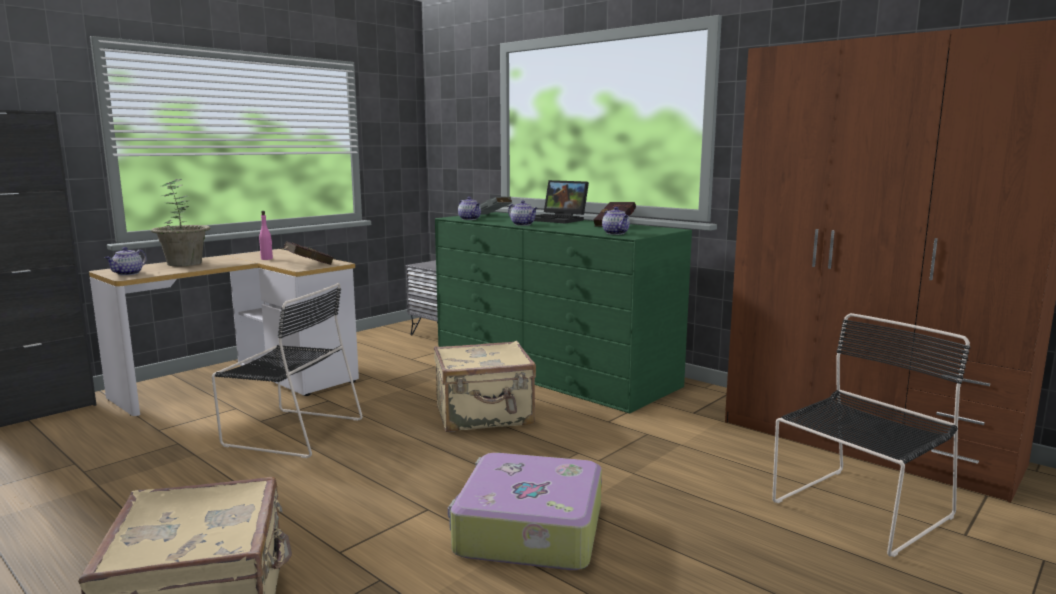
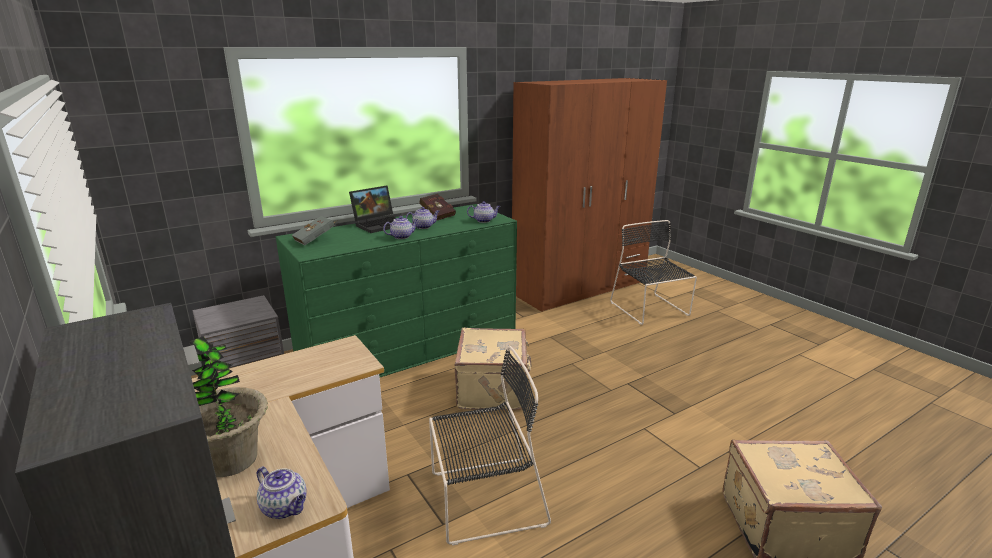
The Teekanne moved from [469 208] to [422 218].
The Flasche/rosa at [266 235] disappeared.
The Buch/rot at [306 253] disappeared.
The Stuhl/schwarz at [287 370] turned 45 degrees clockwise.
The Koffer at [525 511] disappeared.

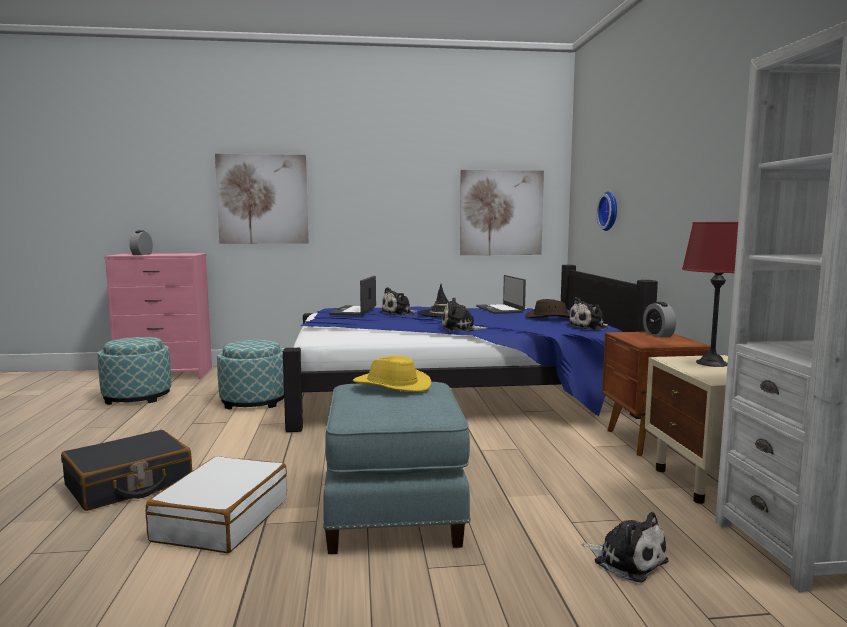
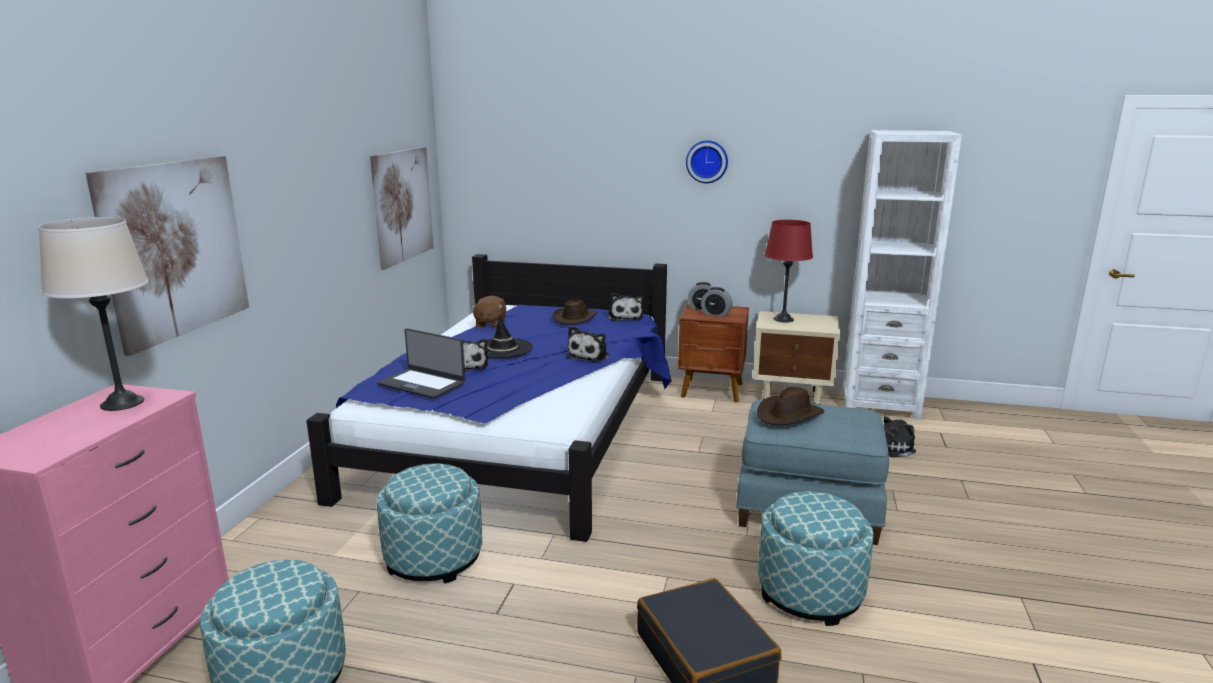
The Wanduhr moved from [606 211] to [707 161].
The Wecker moved from [141 242] to [716 302].
The Laptop at [501 294] was replaced by the Plüschtier/braun at [488 312].
The Hut/gelb at [392 374] became the Hut/braun at [790 406].
The Koffer/weiß at [216 504] was replaced by the Polsterhocker at [816 558].
The Tischlampe/beige at [93 314] appeared.

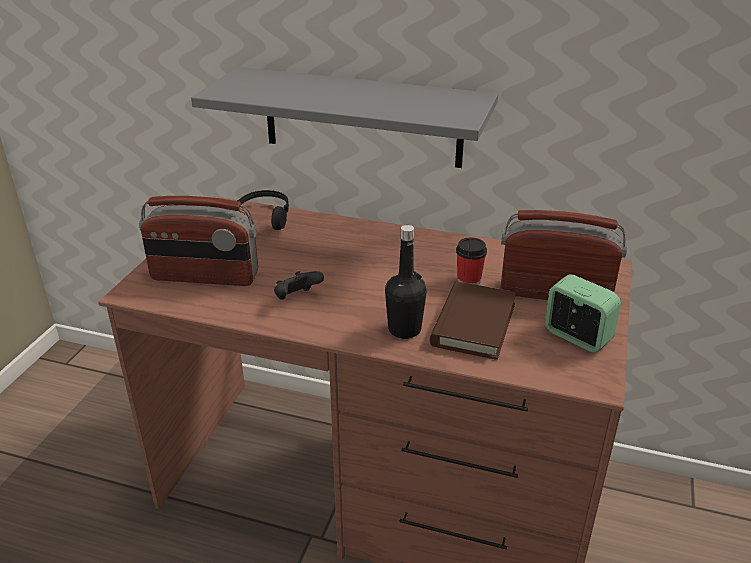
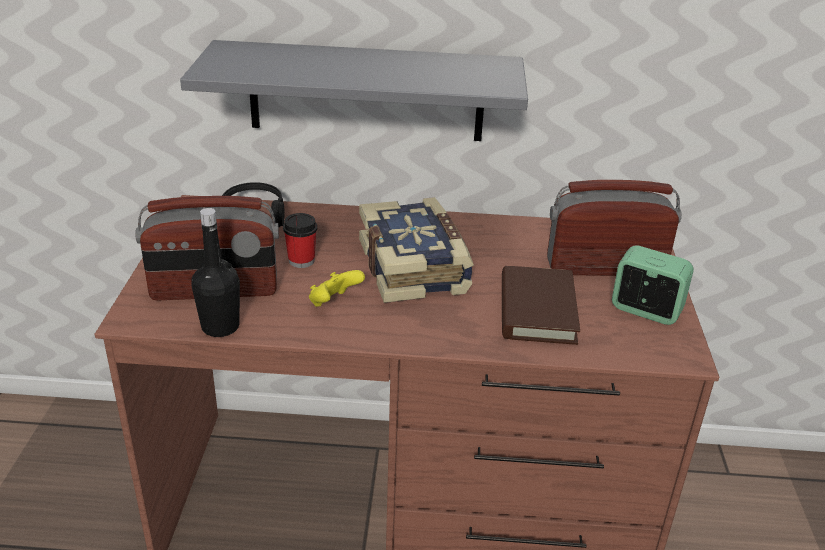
The Flasche/schwarz moved from [406 282] to [215 272].
The Tasse moved from [471 261] to [300 240].
The Gamepad/schwarz at [299 285] became the Gamepad/gelb at [337 288].
The Buch at [416 250] appeared.

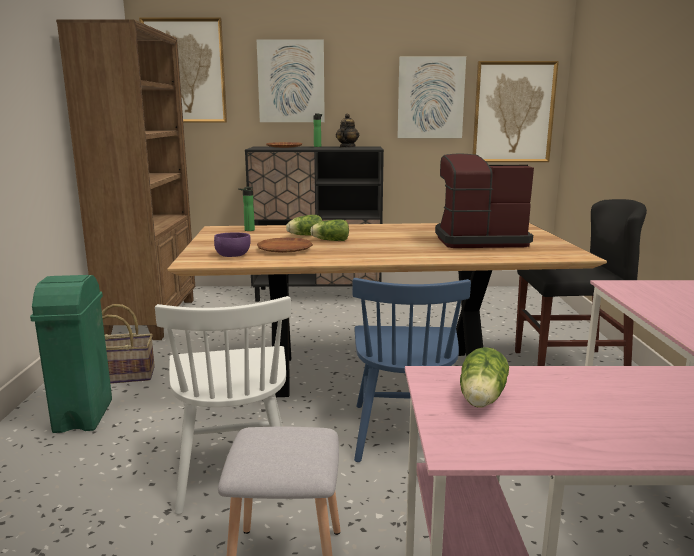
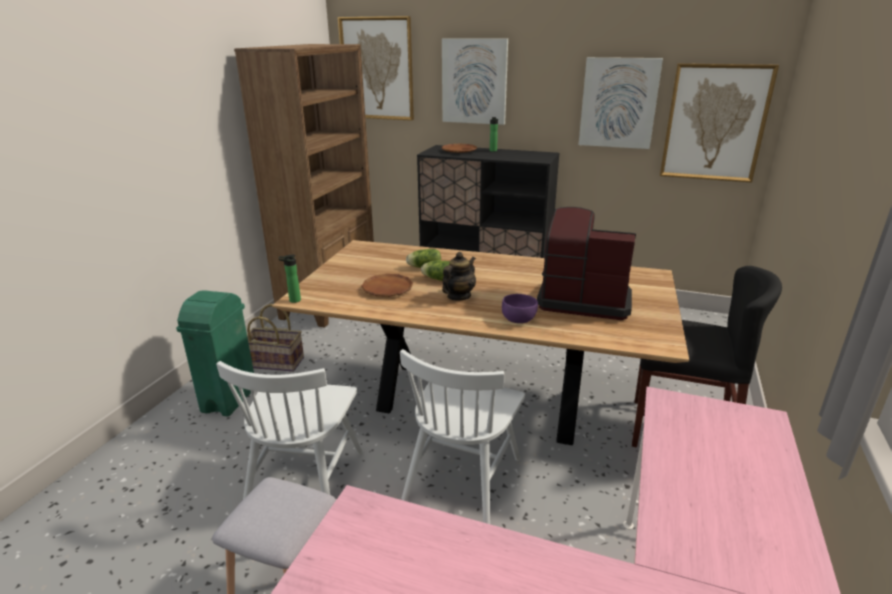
The Teekanne moved from [347 130] to [459 276].
The Flasche moved from [246 209] to [290 278].
The Schüssel/lila moved from [232 245] to [520 308].
The Stuhl/blau at [412 370] became the Stuhl/weiß at [462 436].
The Salatkopf at [484 377] disappeared.

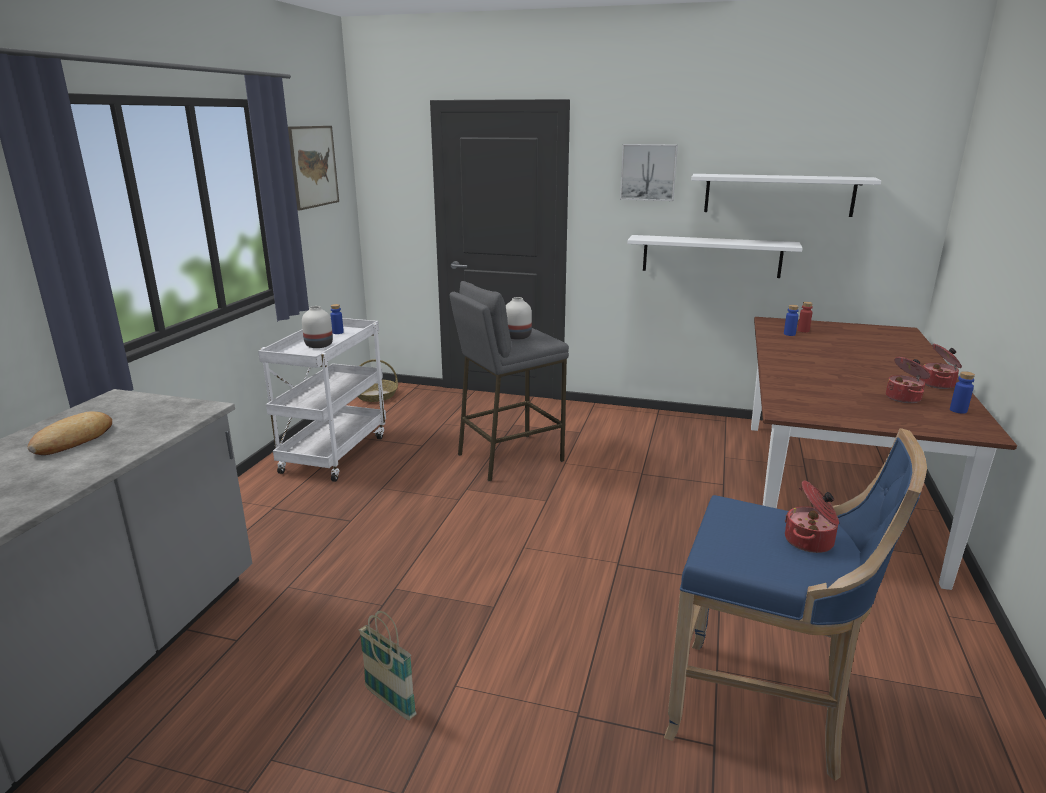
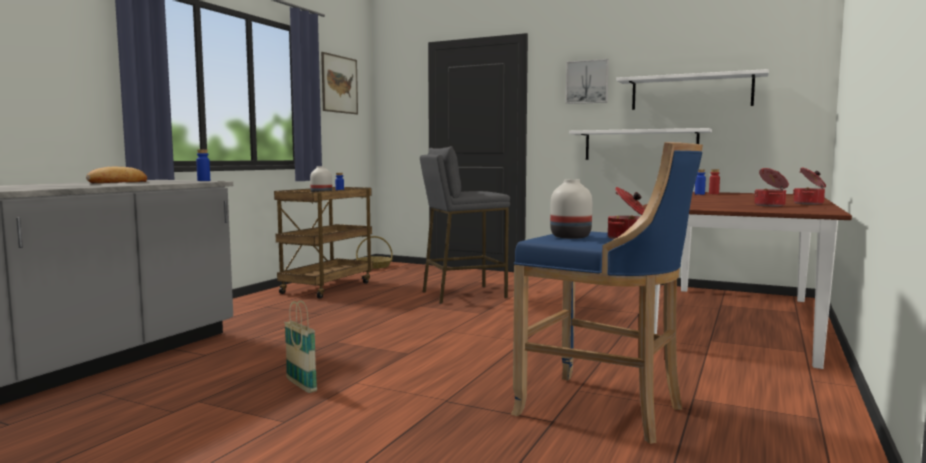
The Vase/weiß moved from [519 318] to [571 209].
The Rollwagen/weiß at [322 399] became the Rollwagen/braun at [323 243].
The Flasche/blau moved from [962 392] to [203 165].

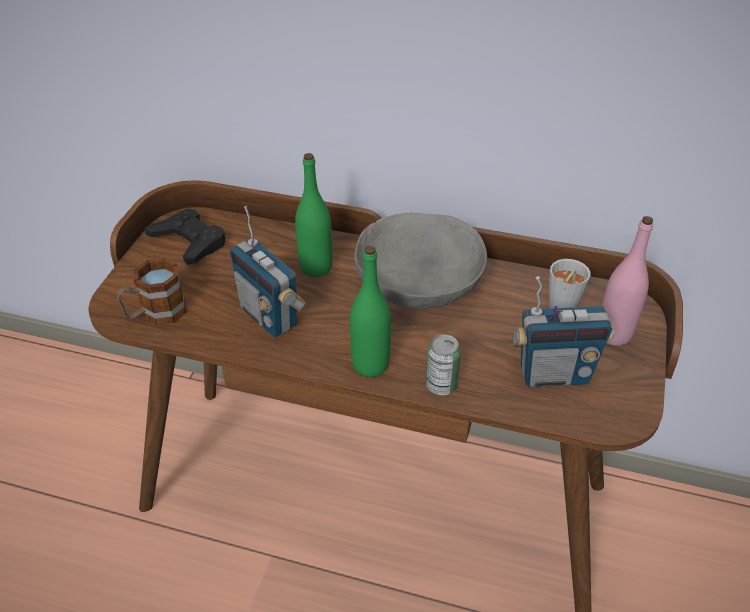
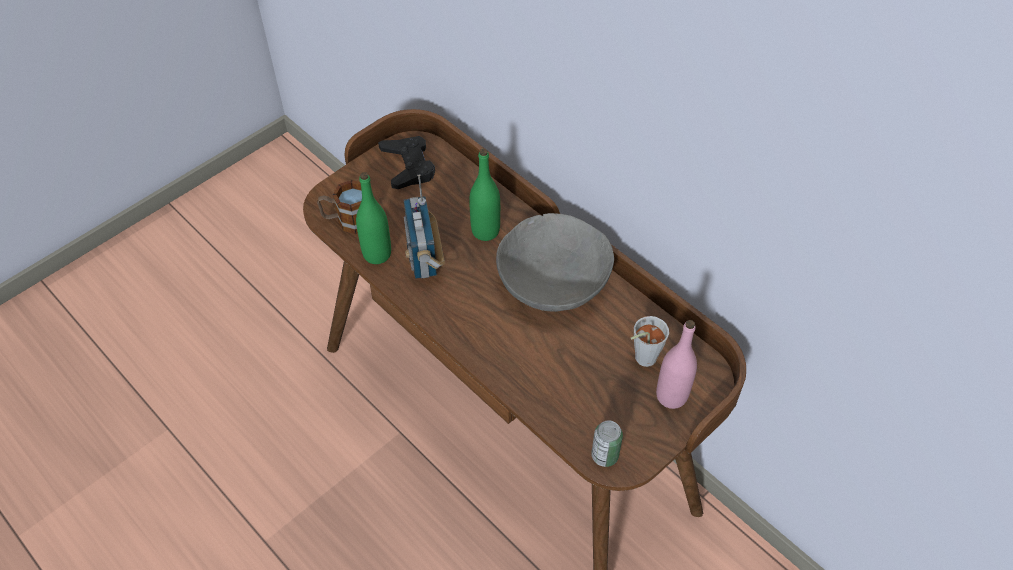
The Flasche/grün moved from [370 311] to [373 218].
The Radio at [563 331] disappeared.
The Dose moved from [443 365] to [607 443].

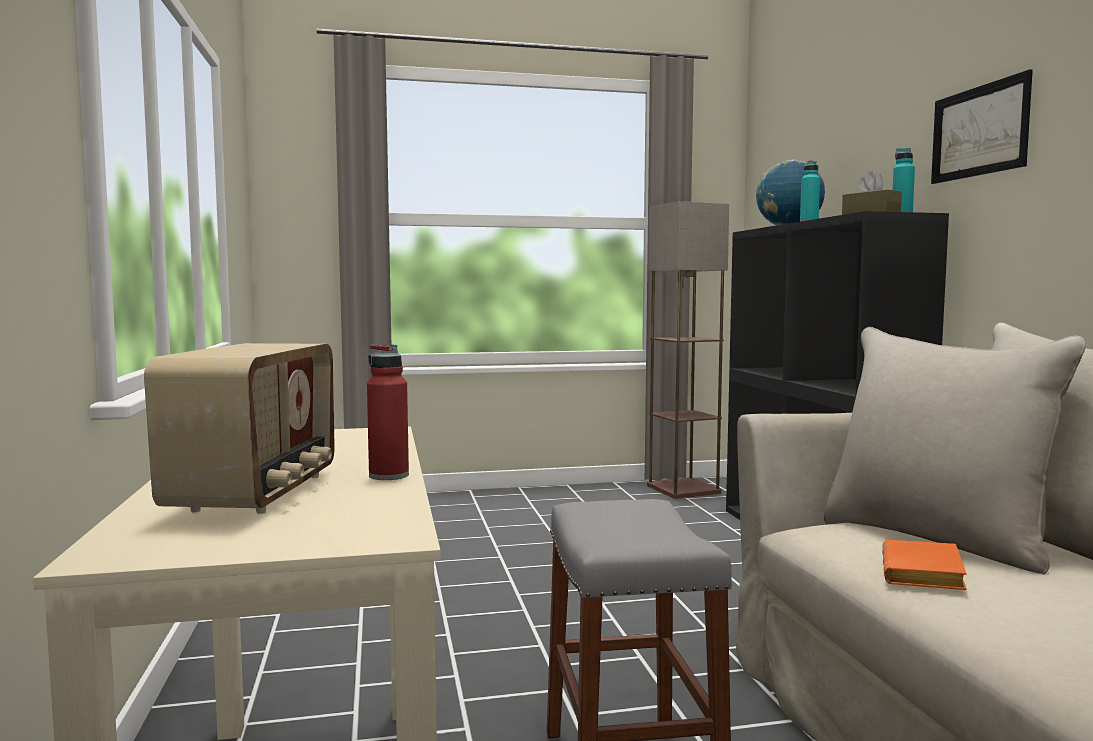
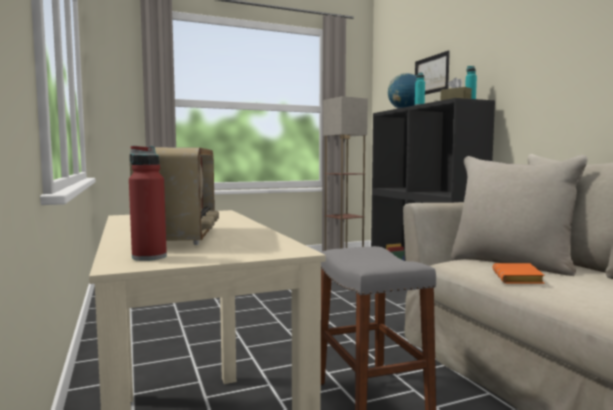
The Bild moved from [982 126] to [432 73].
The Flasche/rot moved from [388 412] to [148 203].

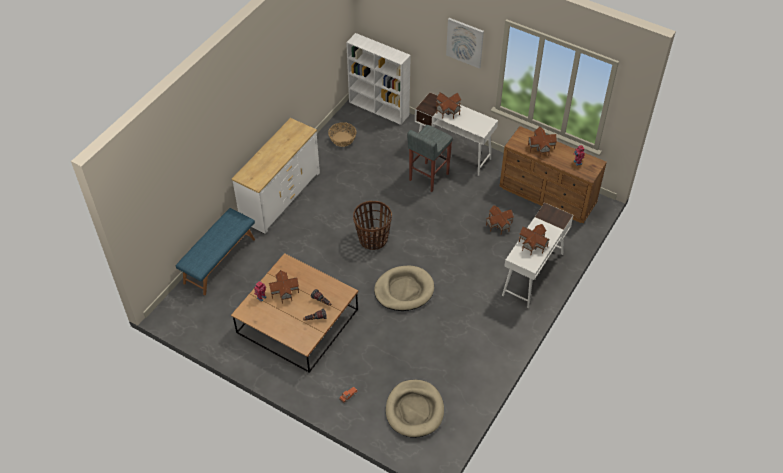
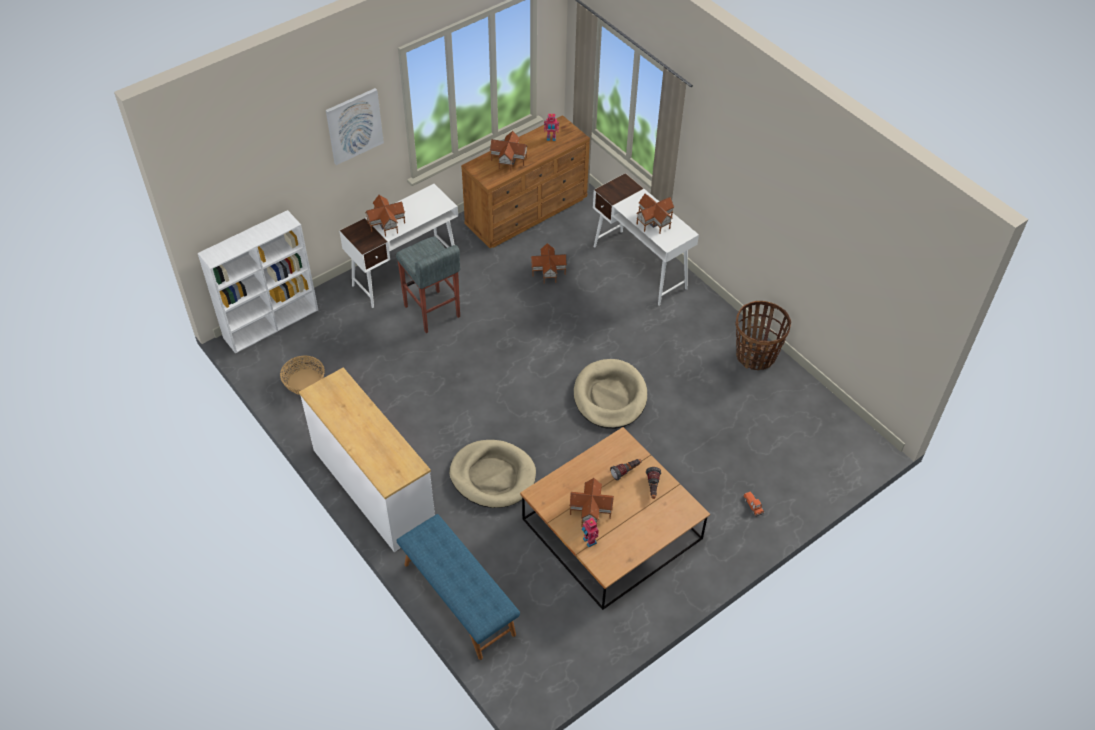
The Korb moved from [372 225] to [763 335].
The Hundebett/beige moved from [415 409] to [492 474].

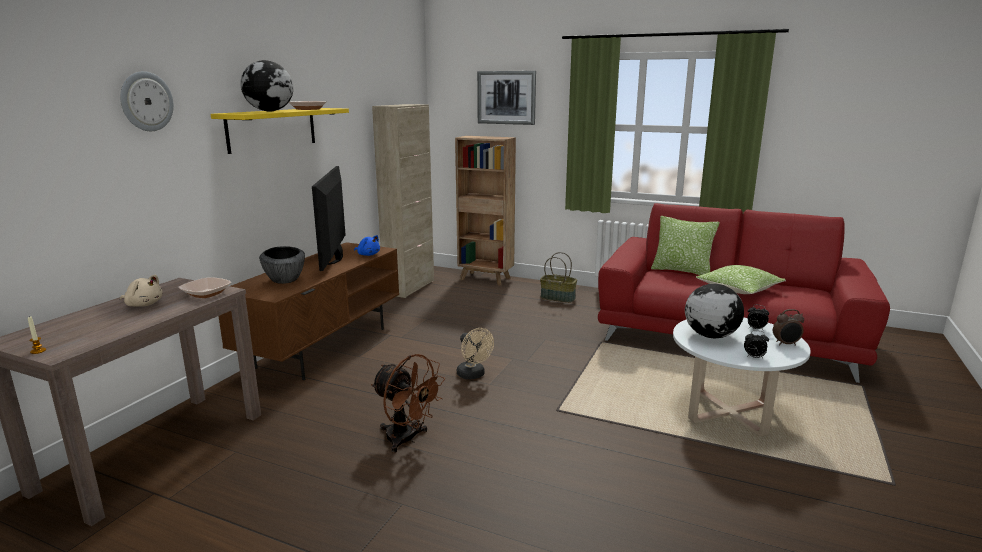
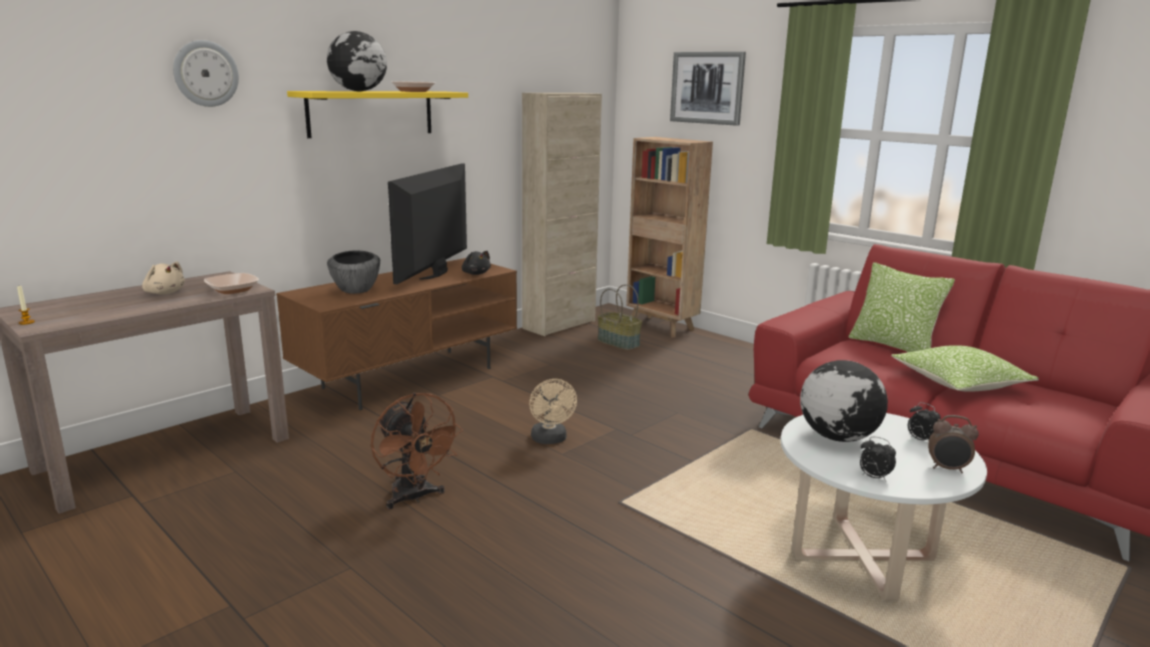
The Plüschtier/blau at [367 245] became the Plüschtier/schwarz at [476 263].
The Korb moved from [558 277] to [619 317].

